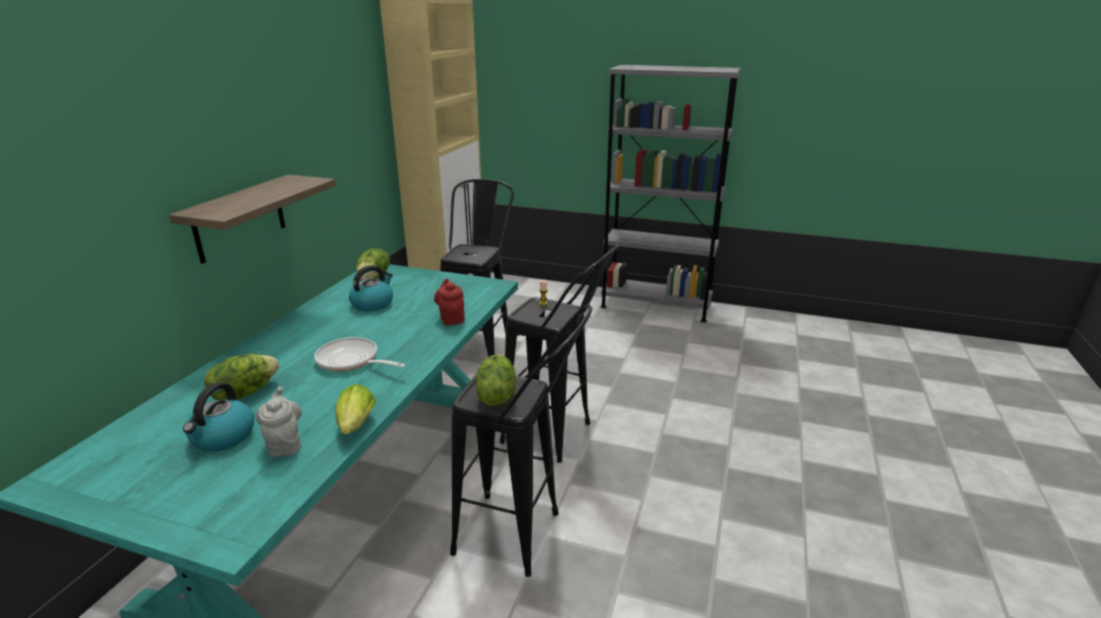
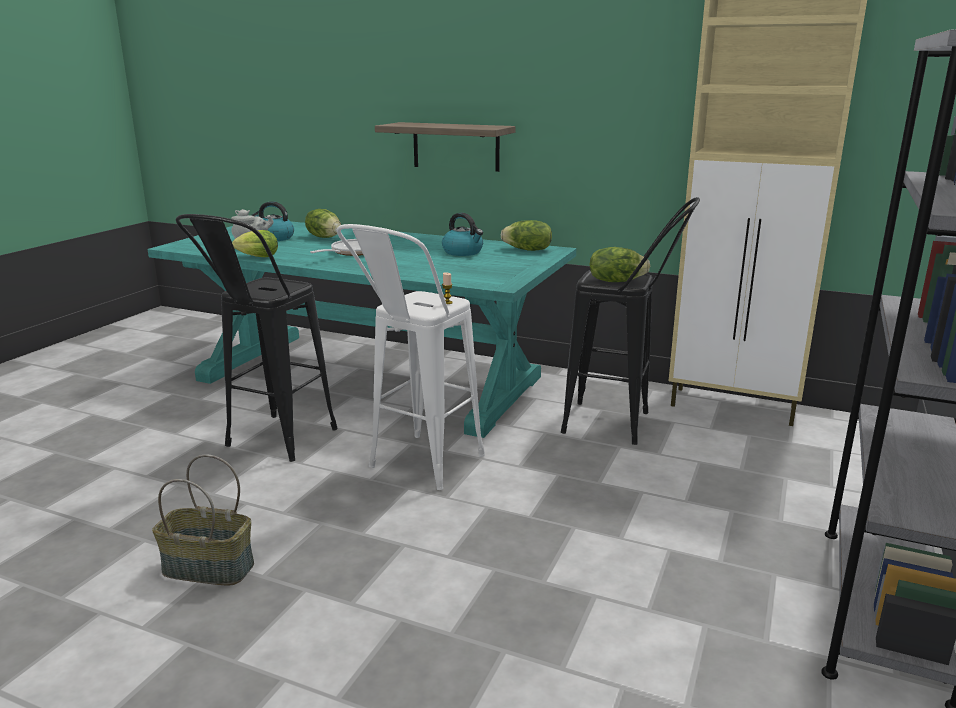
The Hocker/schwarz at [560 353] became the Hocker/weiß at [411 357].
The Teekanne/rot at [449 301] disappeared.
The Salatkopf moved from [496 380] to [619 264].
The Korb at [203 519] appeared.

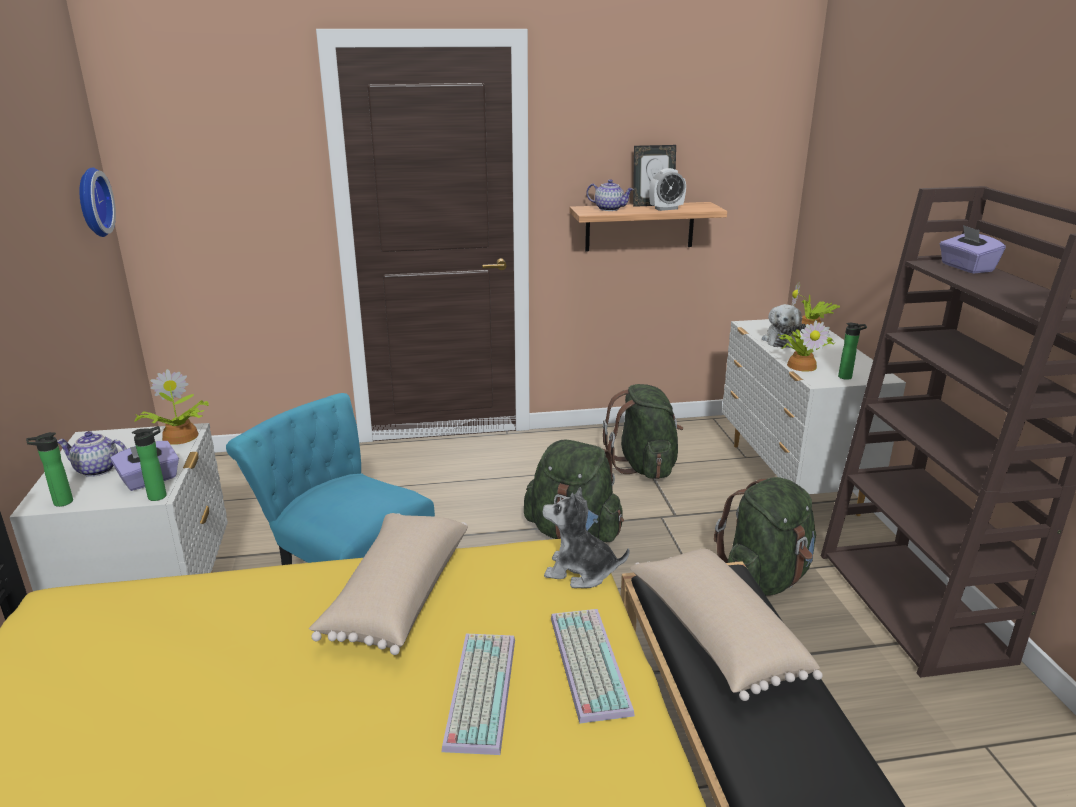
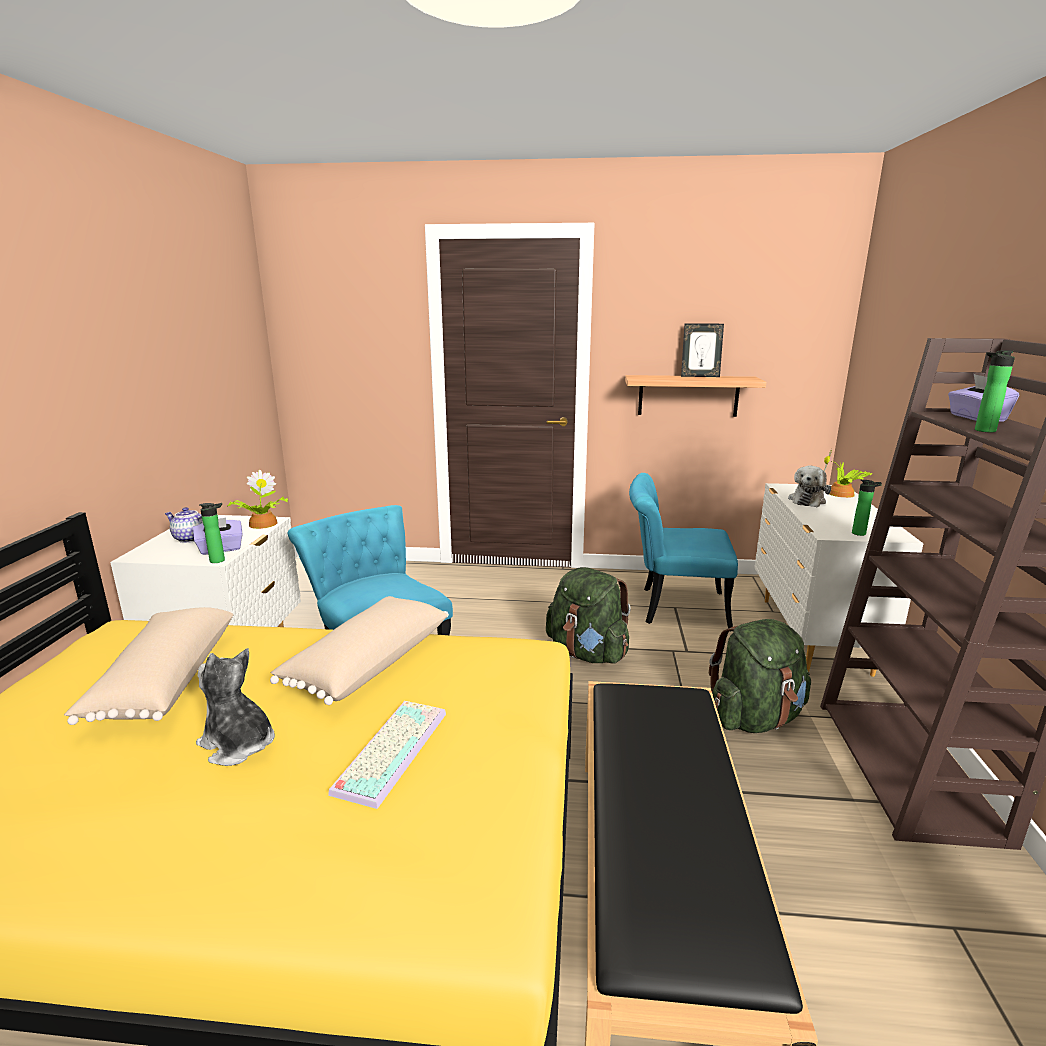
The Wanduhr at [97 202] disappeared.
The Wecker at [667 189] disappeared.
The Teekanne at [610 195] disappeared.
The Topfpflanze at [806 346] disappeared.
The Rucksack/grün at [643 431] was replaced by the Stuhl/türkis at [683 552].
The Flasche moved from [49 469] to [995 391].
The Plüschtier moved from [586 537] to [235 707].
The Kissen/beige moved from [726 625] to [149 666].
The Tastatur at [593 666] disappeared.

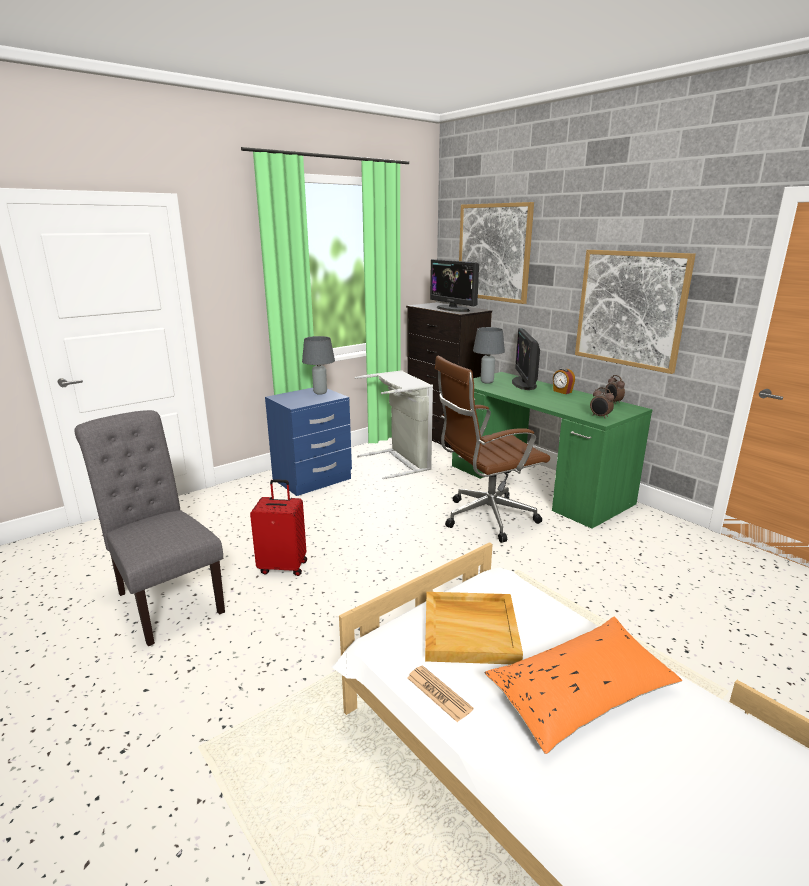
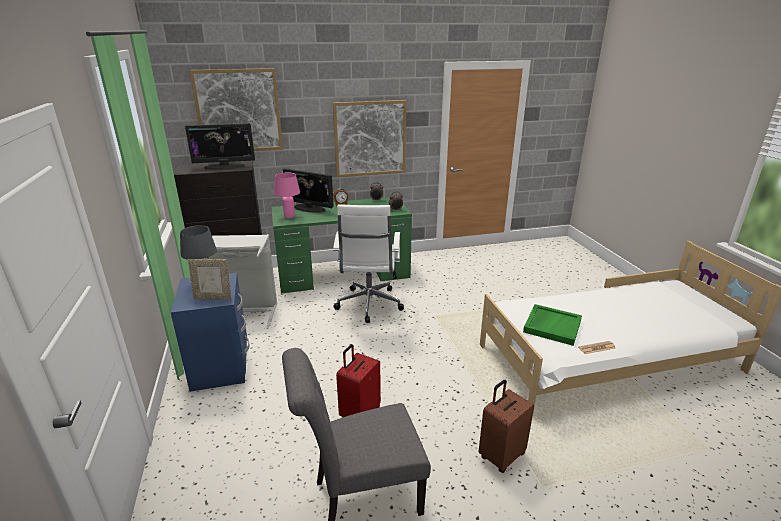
The Tischlampe/grau at [489 355] became the Tischlampe/rosa at [287 196].
The Bürostuhl/braun at [492 449] became the Bürostuhl/weiß at [368 263].
The Tablett/beige at [474 628] became the Tablett/grün at [552 325].
The Kissen/orange at [583 685] disappeared.
The Bilderrahmen at [209 279] appeared.
The Koffer/braun at [506 426] appeared.

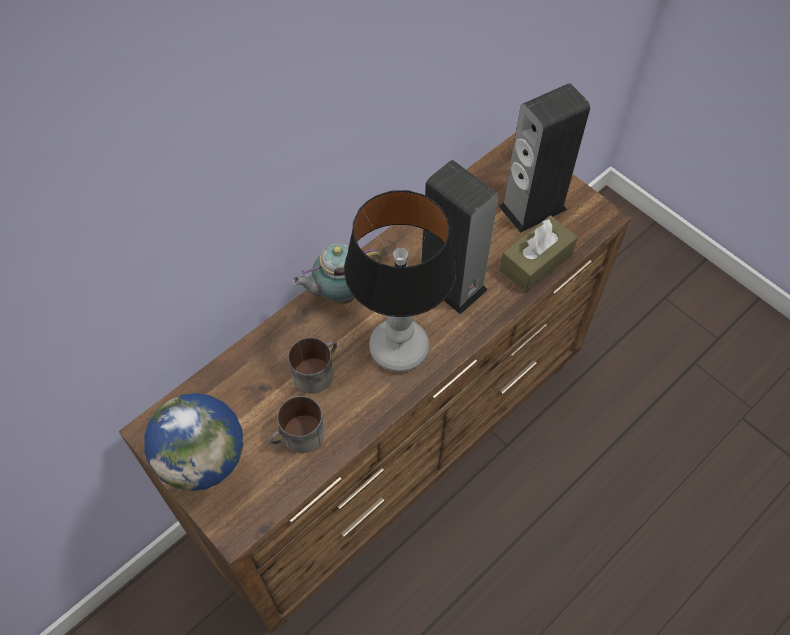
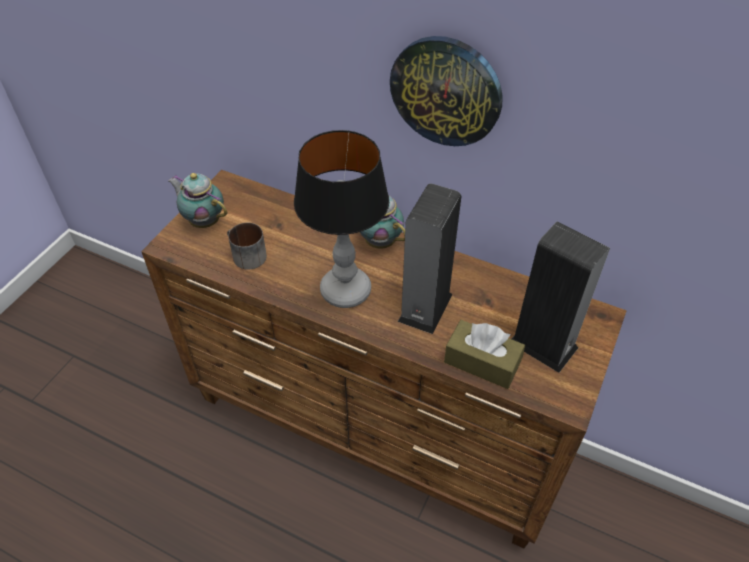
The Henkelbecher at [312 365] disappeared.
The Globus at [193 442] was replaced by the Teekanne at [197 200].
The Wanduhr at [446 91] appeared.

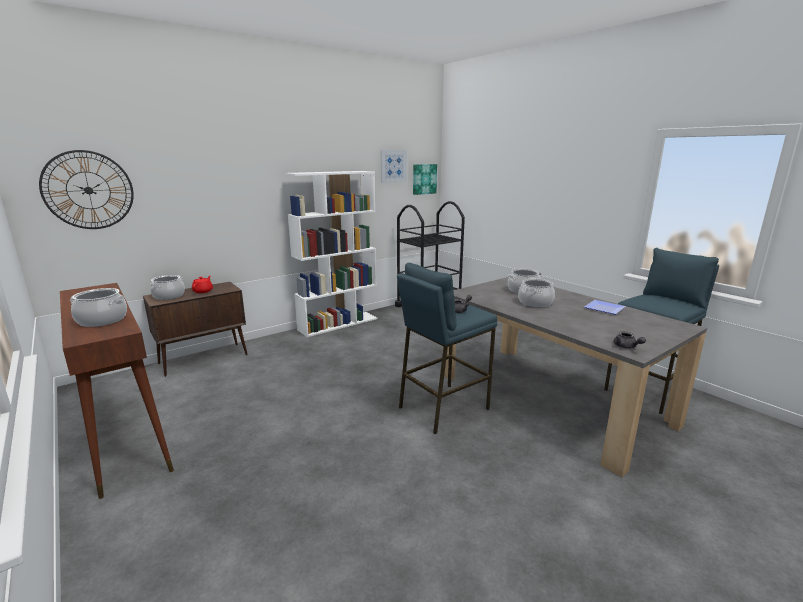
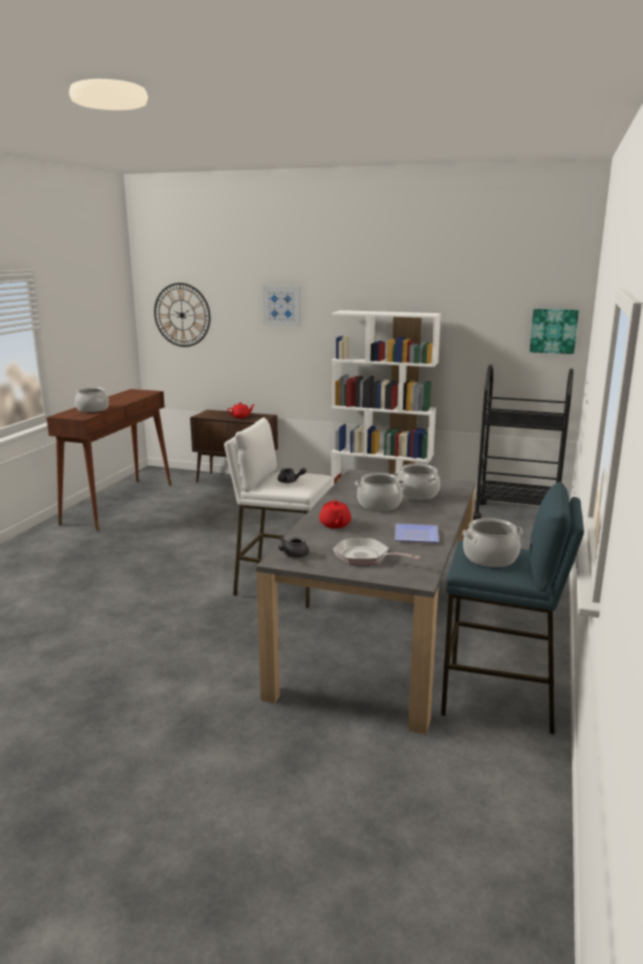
The Bild moved from [394 166] to [281 306].
The Hocker/blau at [447 348] became the Hocker/weiß at [278 513].
The Kochtopf moved from [167 287] to [492 542].
The Teekanne/rot at [335 514] appeared.
The Pfanne at [377 551] appeared.

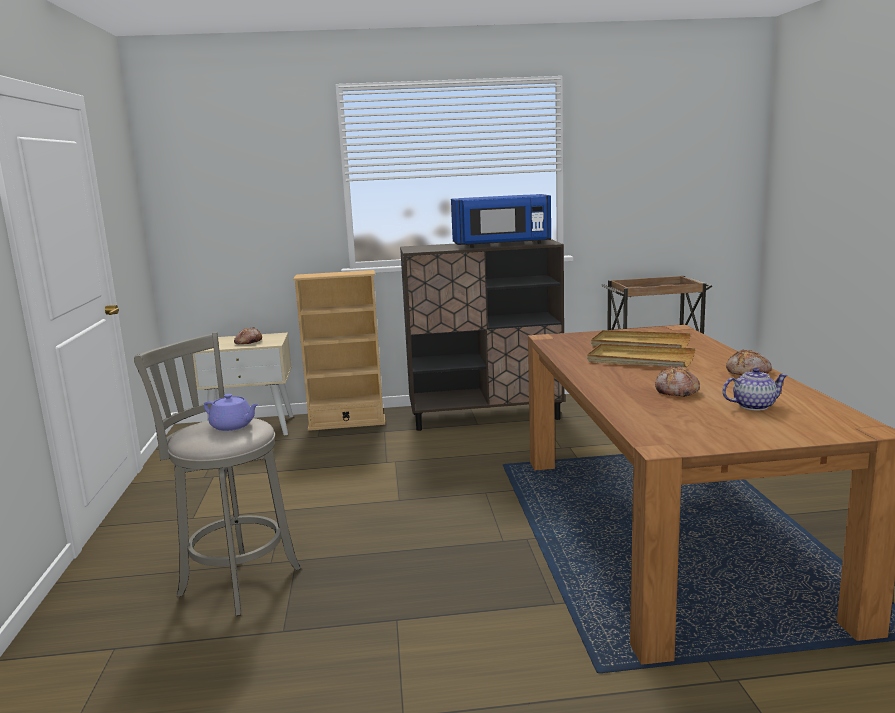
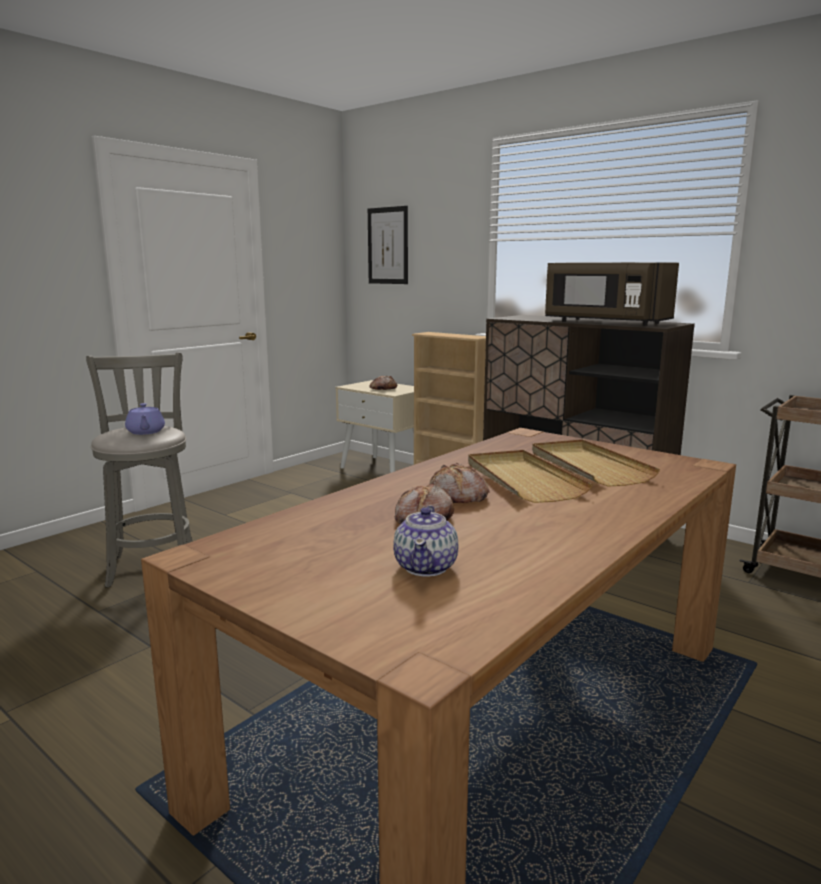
The Mikrowelle/blau at [501 221] became the Mikrowelle/braun at [612 294].
The Brot moved from [749 362] to [460 483].
The Teekanne at [755 389] turned 60 degrees clockwise.
The Bild at [388 245] appeared.

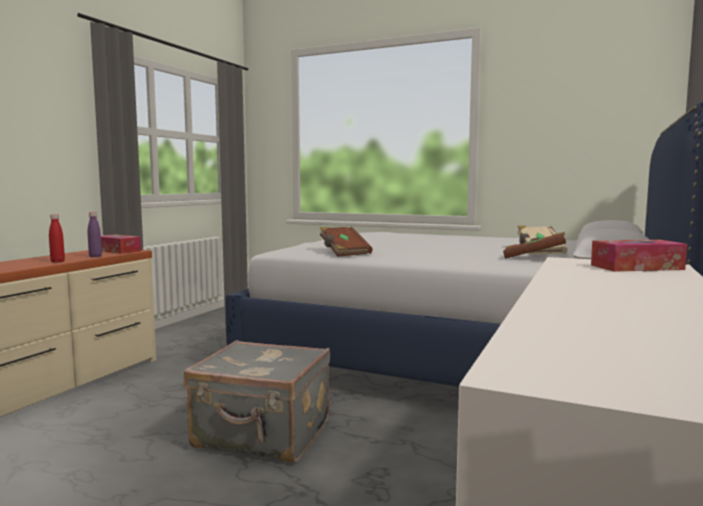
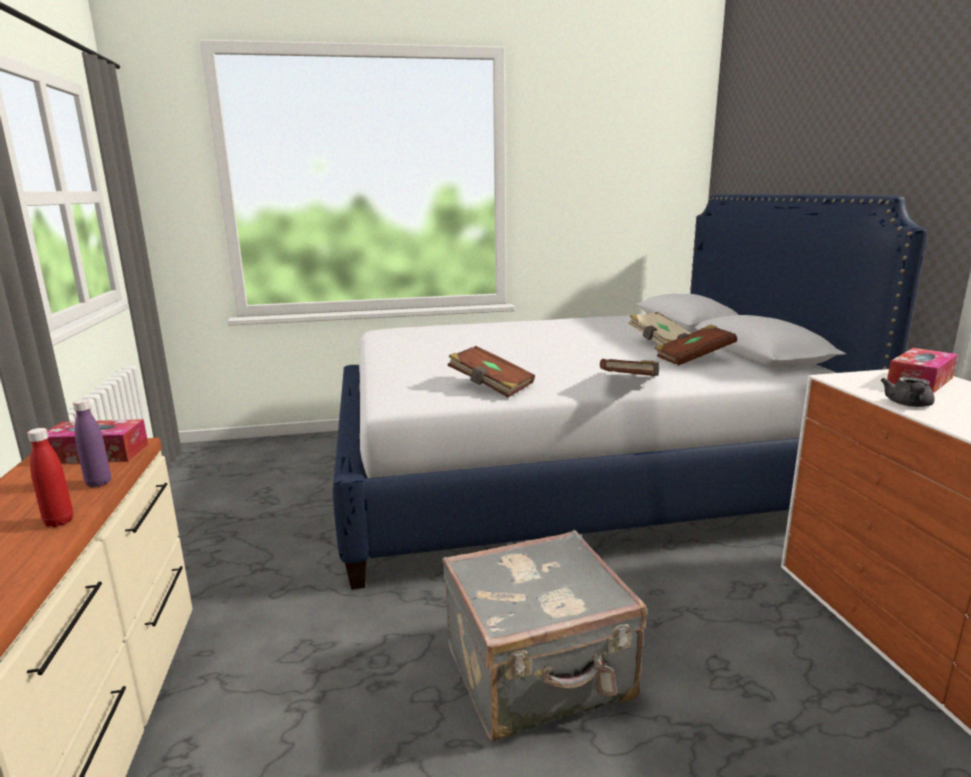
The Buch/braun at [630 367] appeared.
The Teekanne/grau at [908 392] appeared.

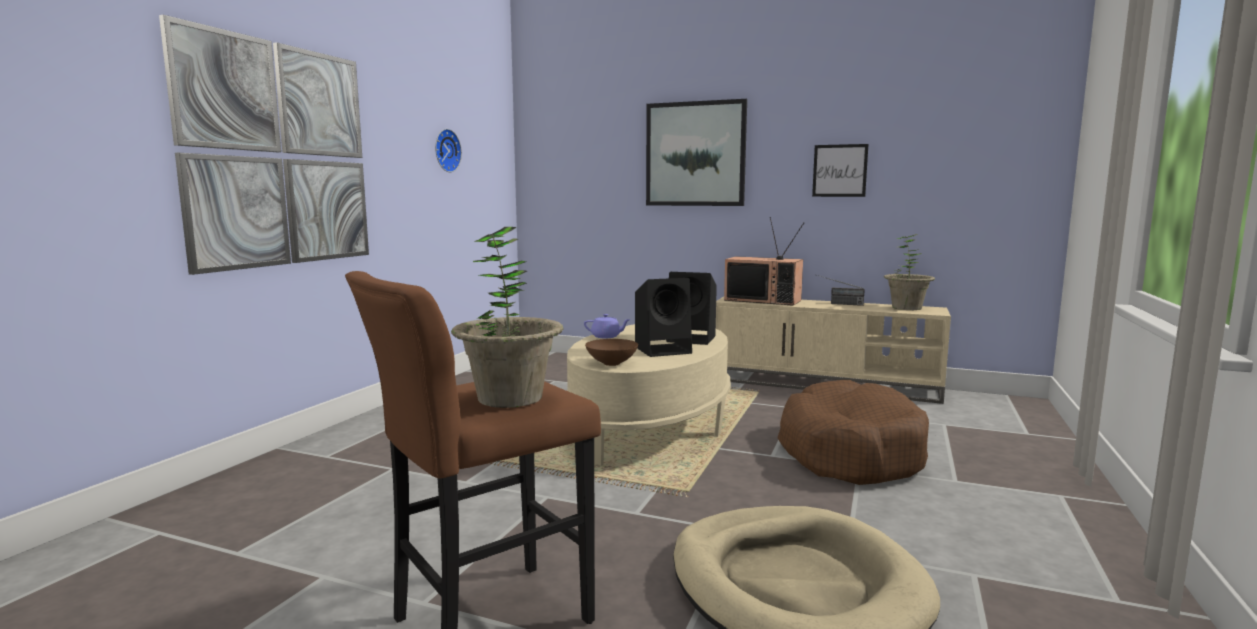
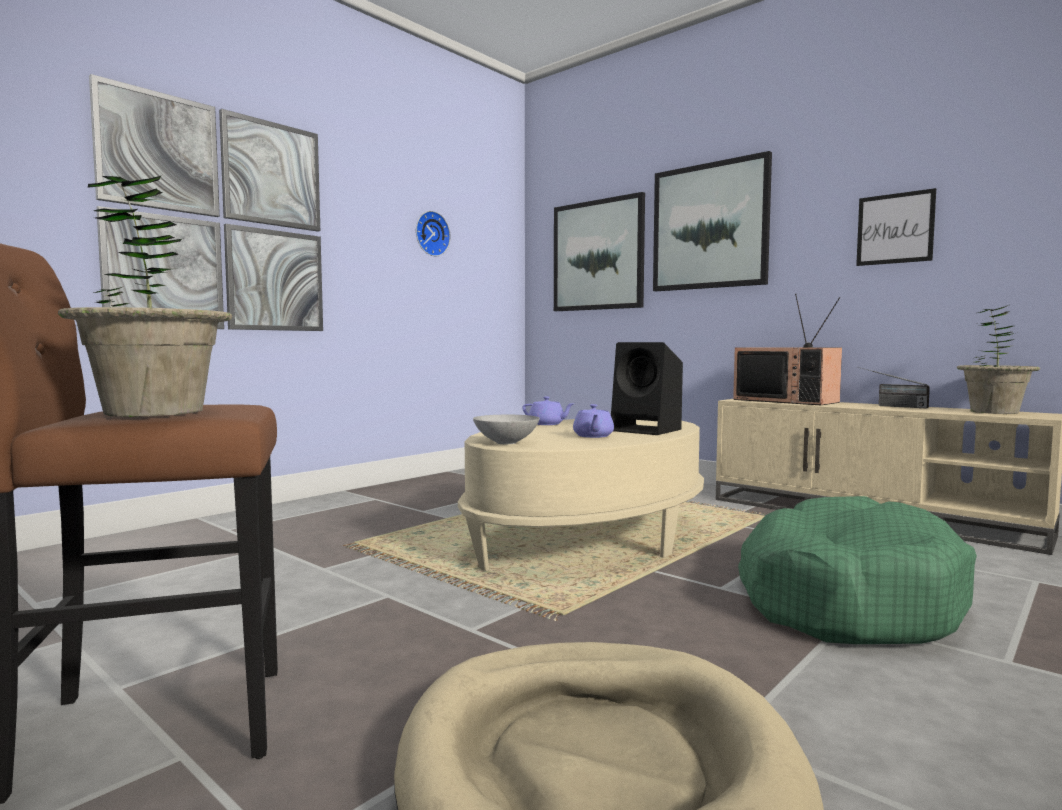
The Lautsprecher/schwarz at [663 317] was replaced by the Teekanne/lila at [593 421].
The Schüssel/braun at [611 352] became the Schüssel/grau at [506 429].
The Hundebett/braun at [853 432] became the Hundebett/grün at [857 570].
The Bild at [599 251] appeared.

